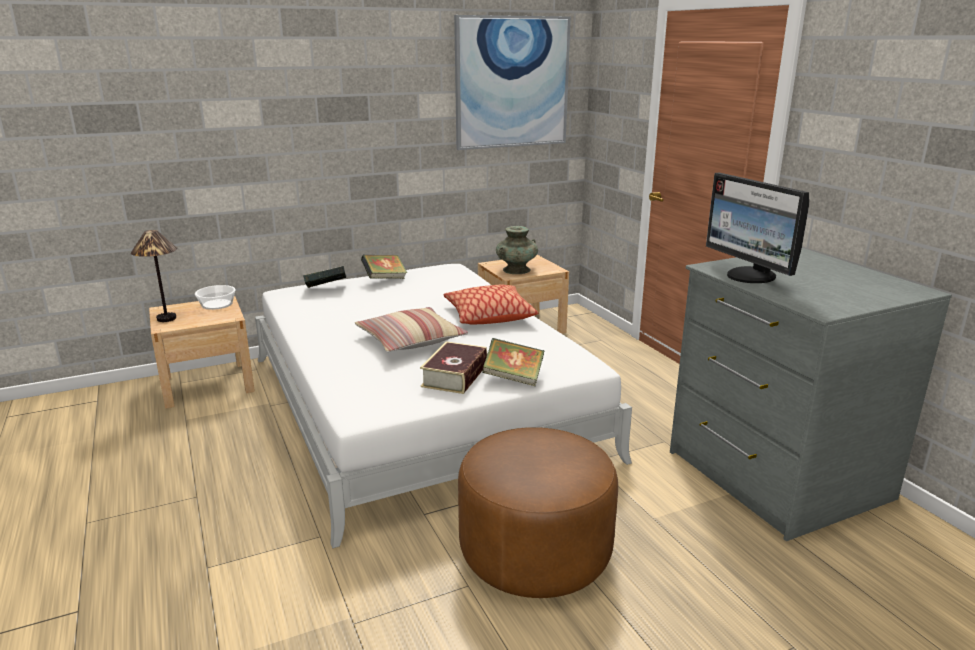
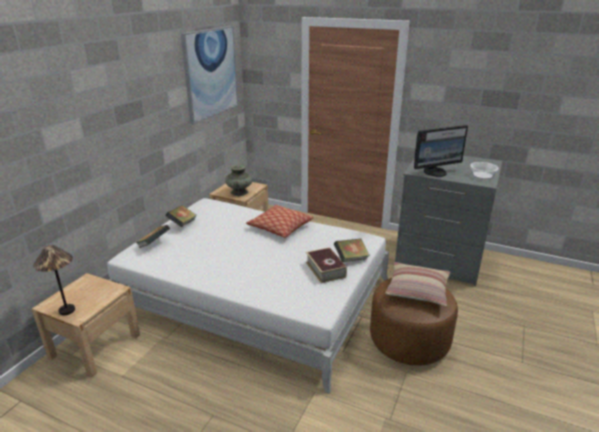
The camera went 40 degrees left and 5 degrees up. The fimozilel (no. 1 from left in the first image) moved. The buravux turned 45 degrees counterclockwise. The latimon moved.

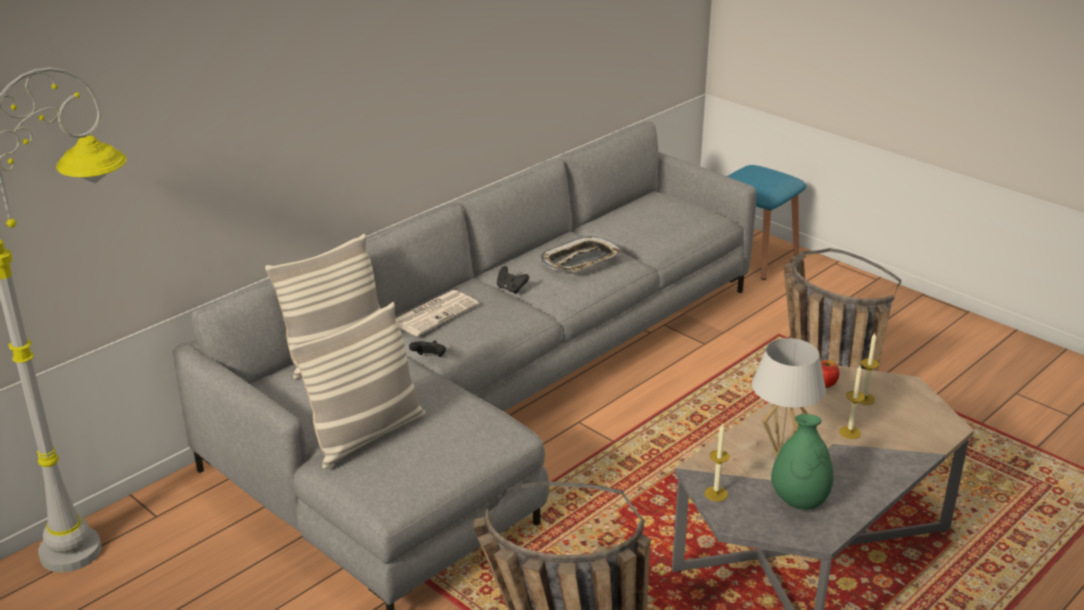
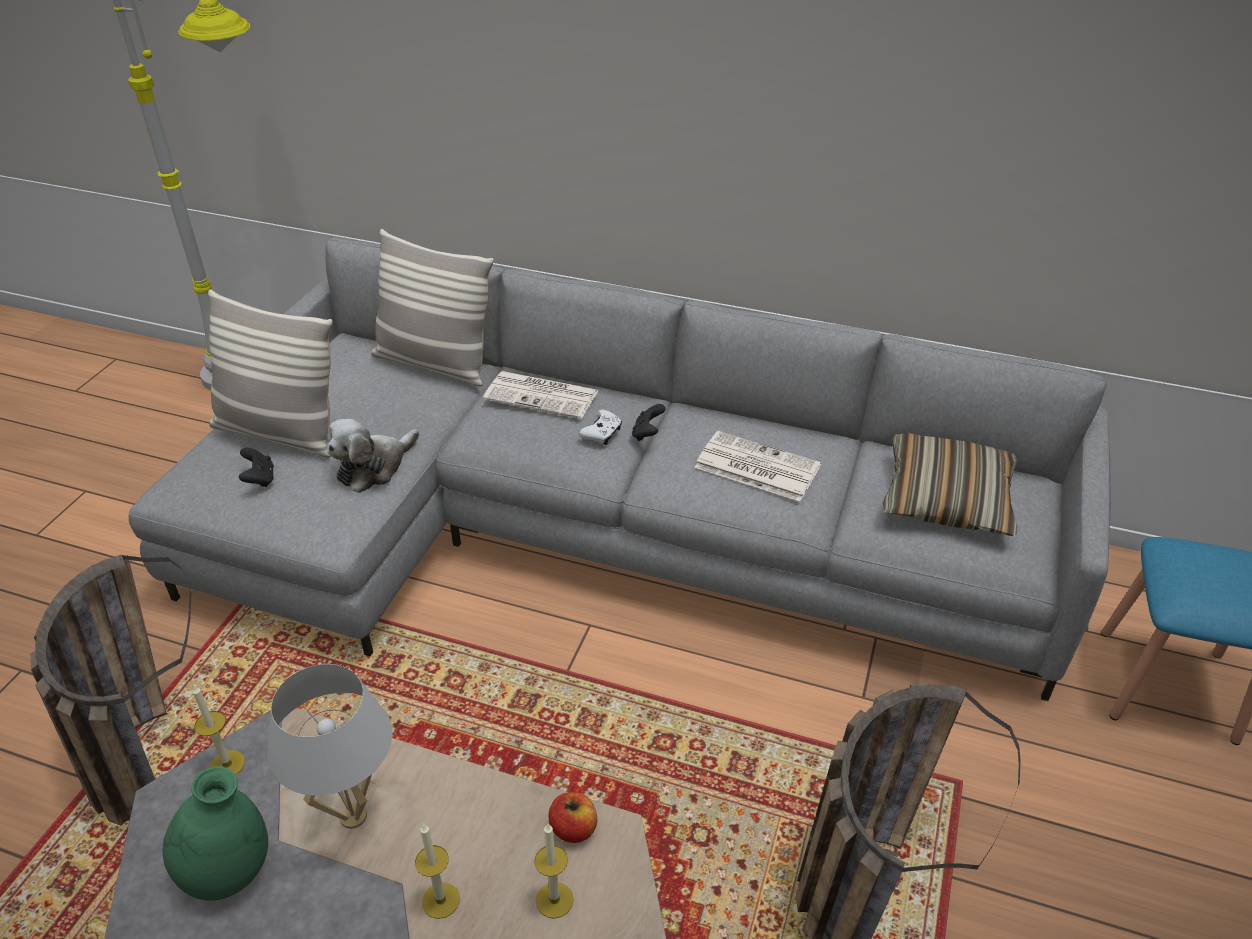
The camera went 65 degrees right and 10 degrees up. The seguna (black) (no. 1 from left) moved. The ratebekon appeared. The seguna (white) appeared. The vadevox was replaced by the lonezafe (no. 2 from left). The fimozilel (no. 3 from left) appeared.

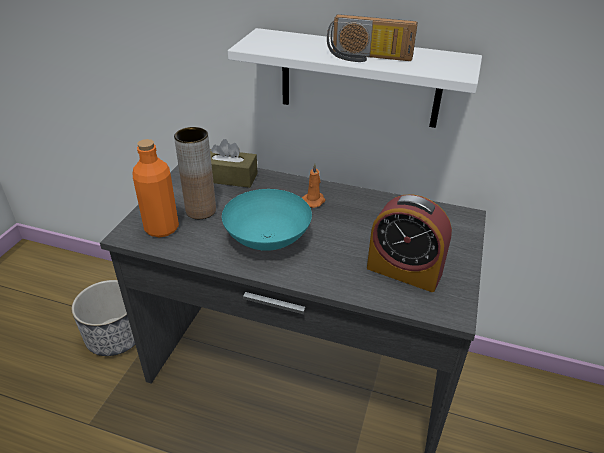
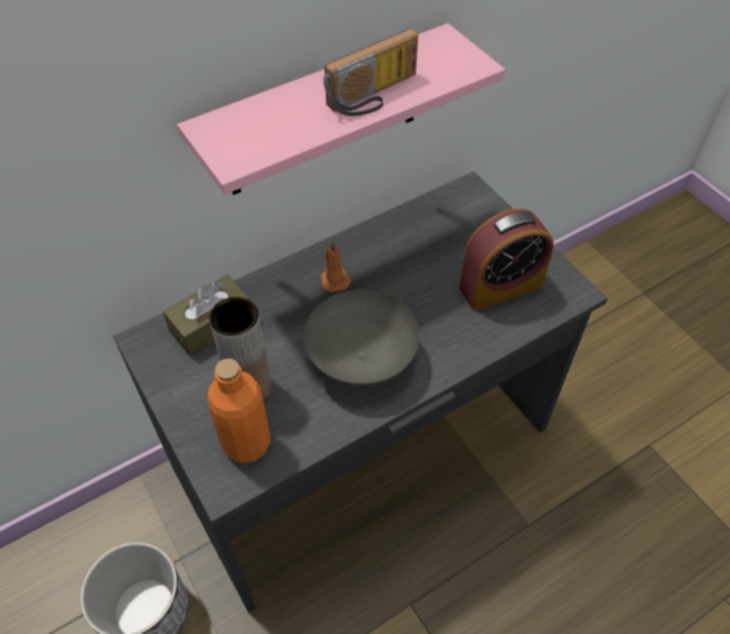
The camera went 50 degrees left and 15 degrees up. The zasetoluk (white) became the zasetoluk (pink). The latimon (turquoise) became the latimon (grey).

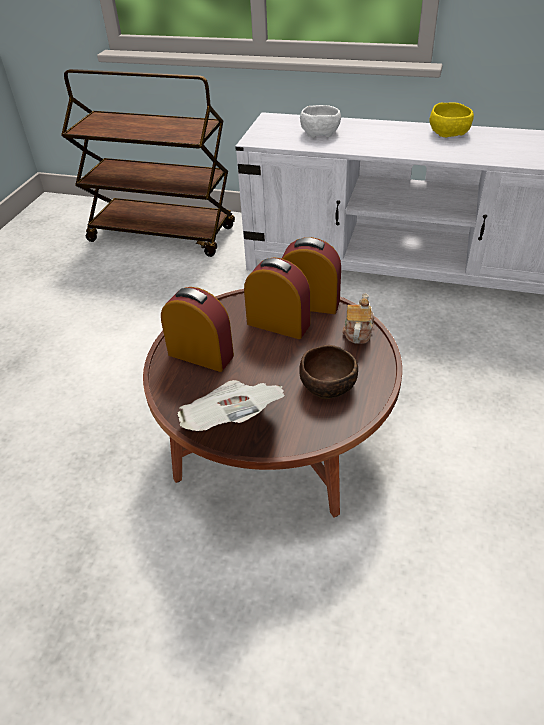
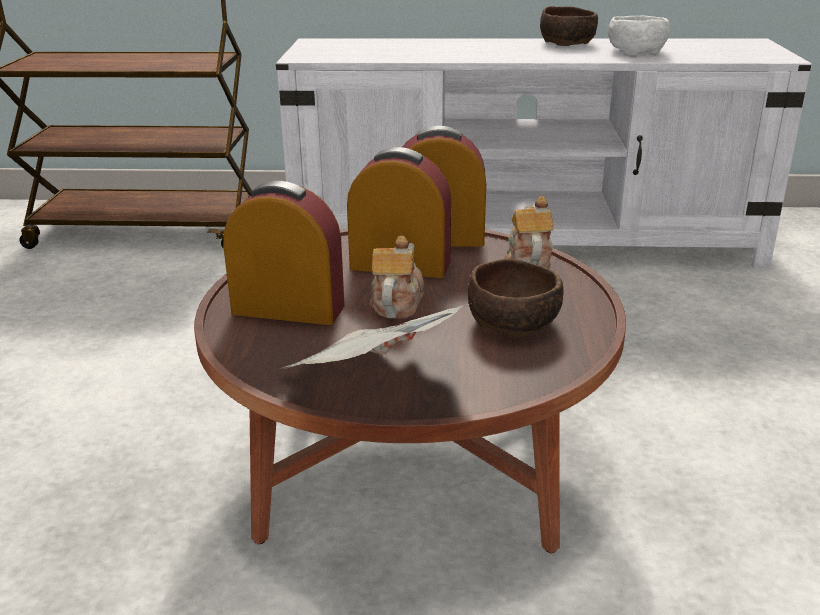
The camera went 15 degrees left and 15 degrees down. The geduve (no. 1 from left) appeared. The latimon (yellow) became the latimon (brown) (no. 2 from left). The latimon (white) moved.

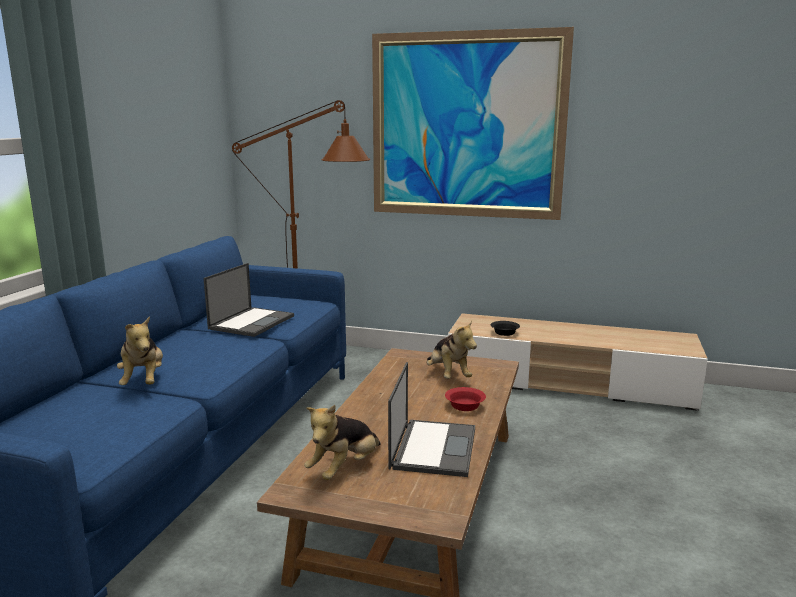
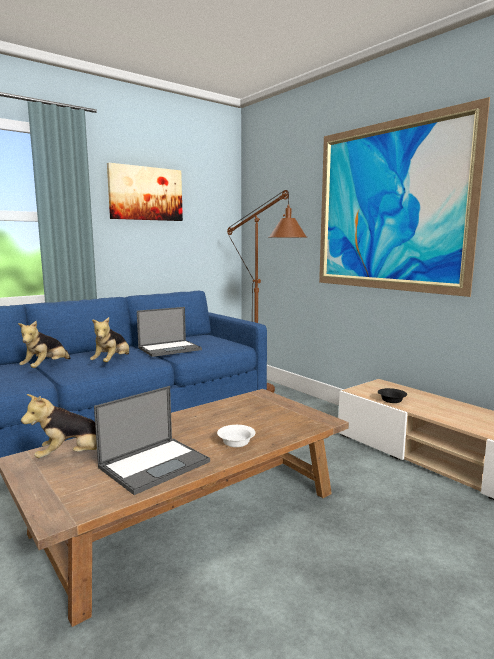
The camera went 35 degrees right and 5 degrees down. The ratebekon (no. 3 from left) moved. The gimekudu (no. 1 from left) appeared. The latimon (red) became the latimon (white).

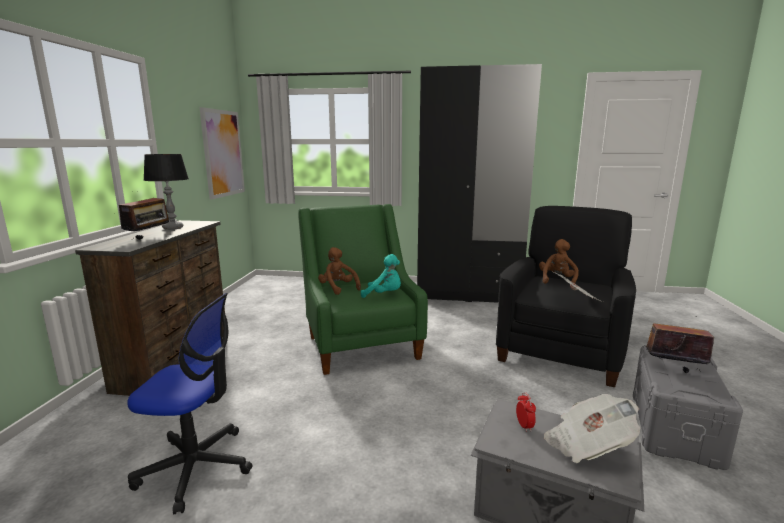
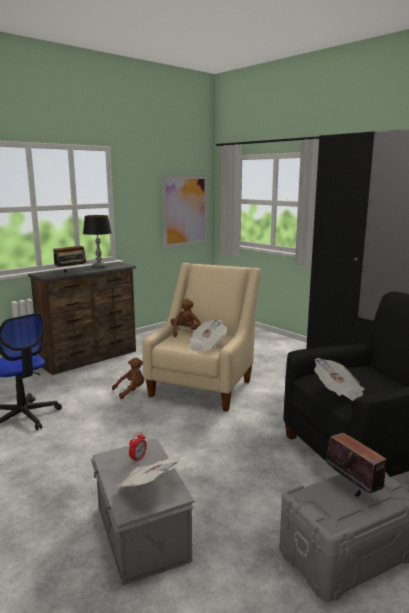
The camera went 40 degrees right and 0 degrees up. The ratebekon (brown) (no. 2 from left in the first image) moved. The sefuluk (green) became the sefuluk (beige). The ratebekon (turquoise) was replaced by the lonezafe (no. 2 from left).

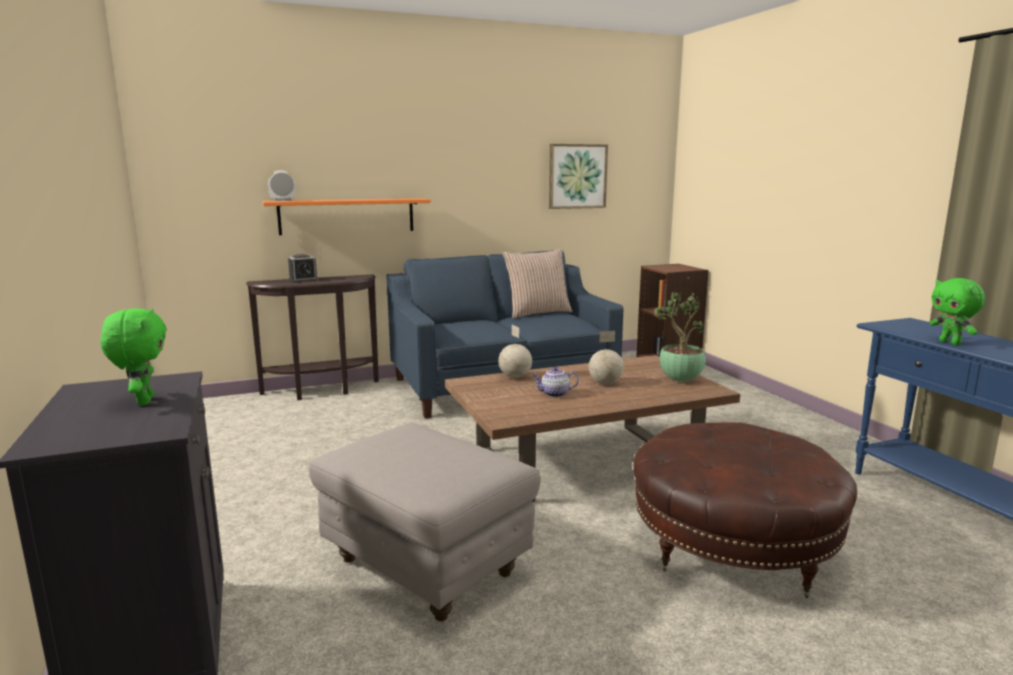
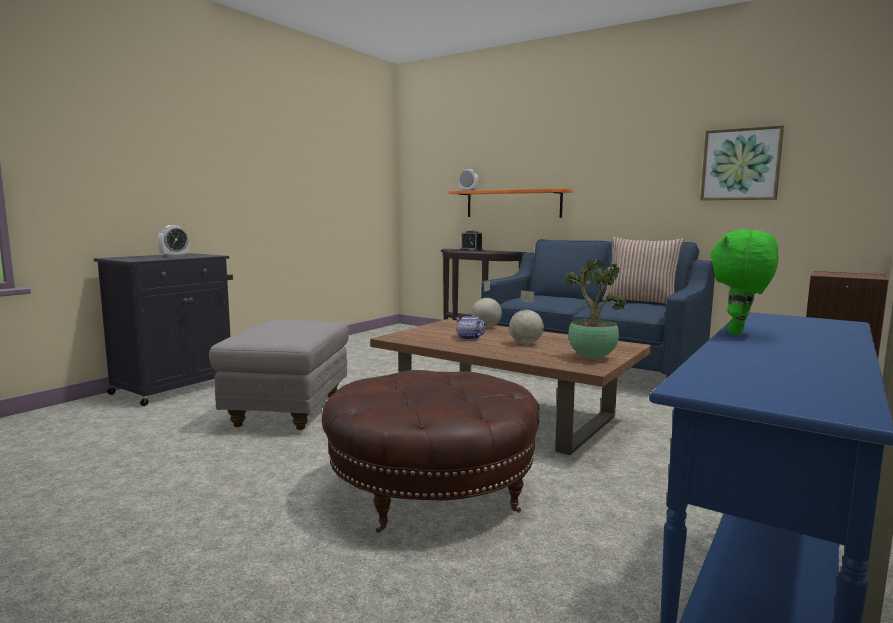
The camera went 55 degrees right and 5 degrees down. The ratebekon (green) (no. 1 from left) was replaced by the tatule (no. 1 from left).

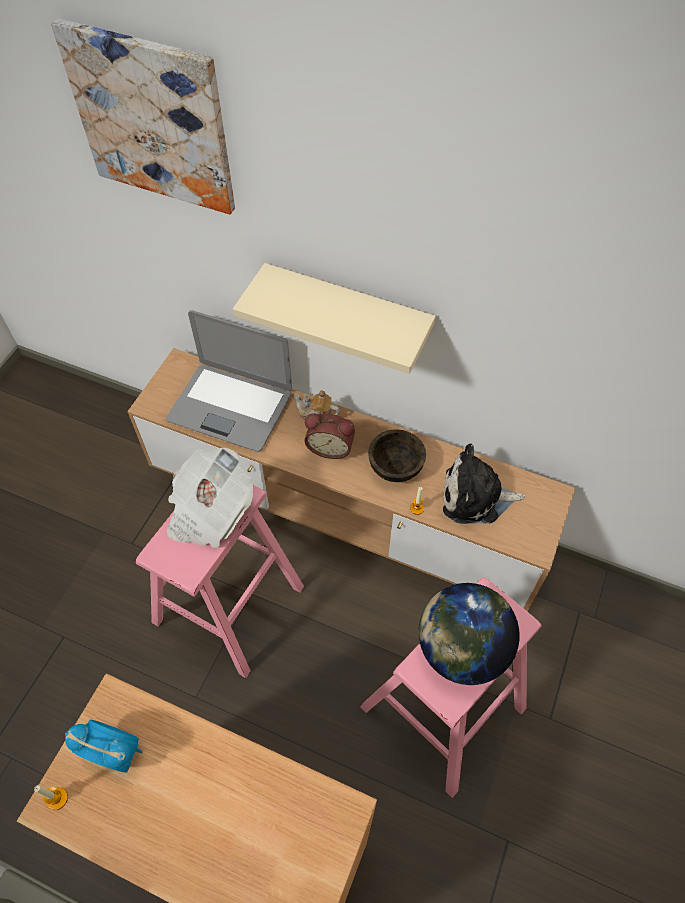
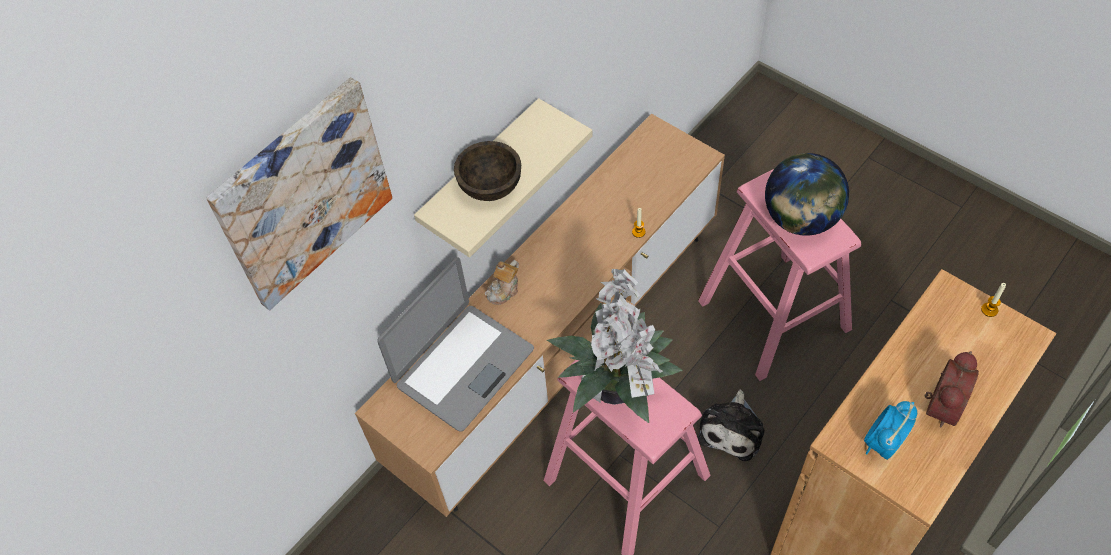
The camera went 70 degrees left and 0 degrees up. The latimon (brown) moved. The lonezafe was replaced by the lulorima. The ratebekon moved. The tatule (no. 2 from left) moved. The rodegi (no. 1 from left in the first image) moved.

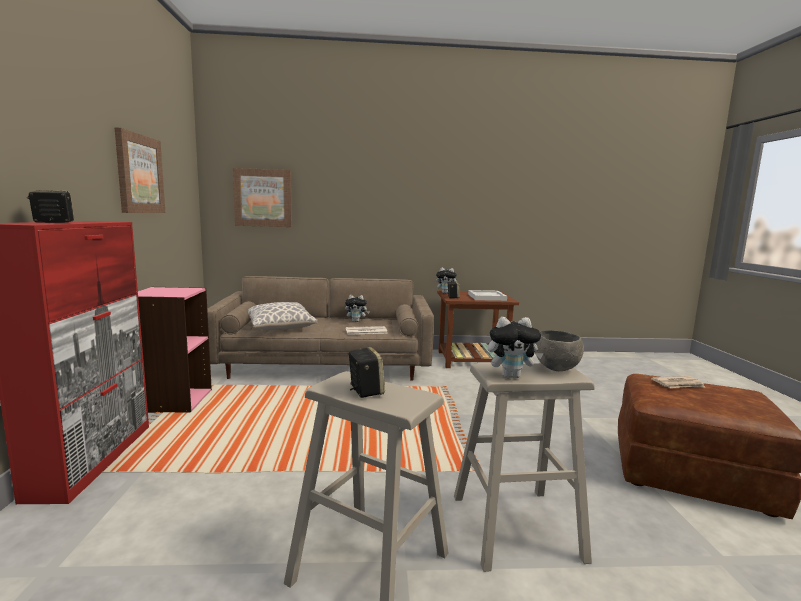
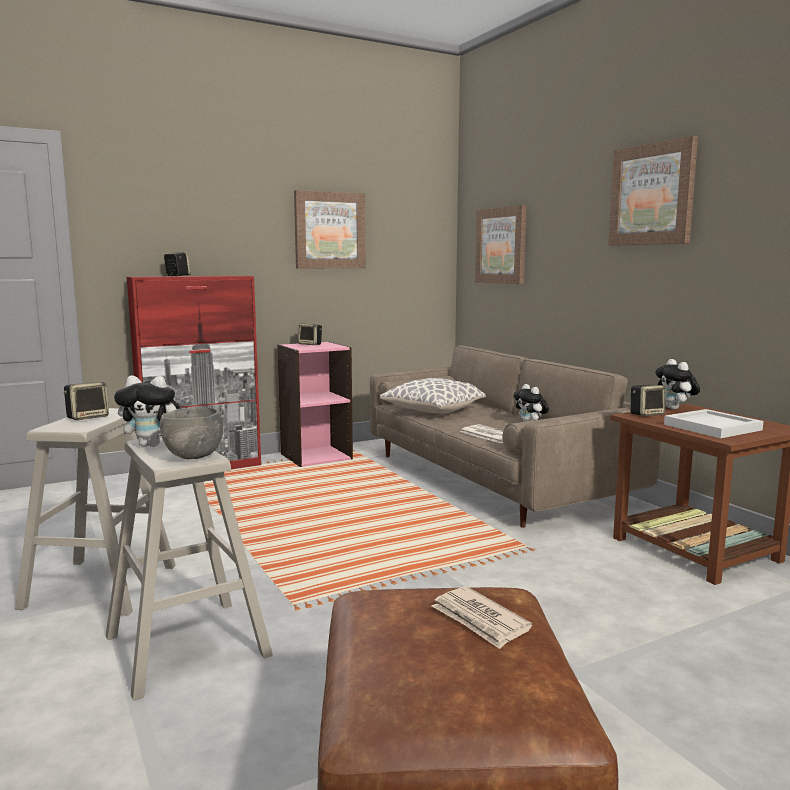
The camera went 65 degrees right and 0 degrees up. The ratebekon (no. 3 from left in the first image) turned 60 degrees counterclockwise. The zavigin (no. 3 from left) appeared. The gimekudu (no. 3 from left) appeared.

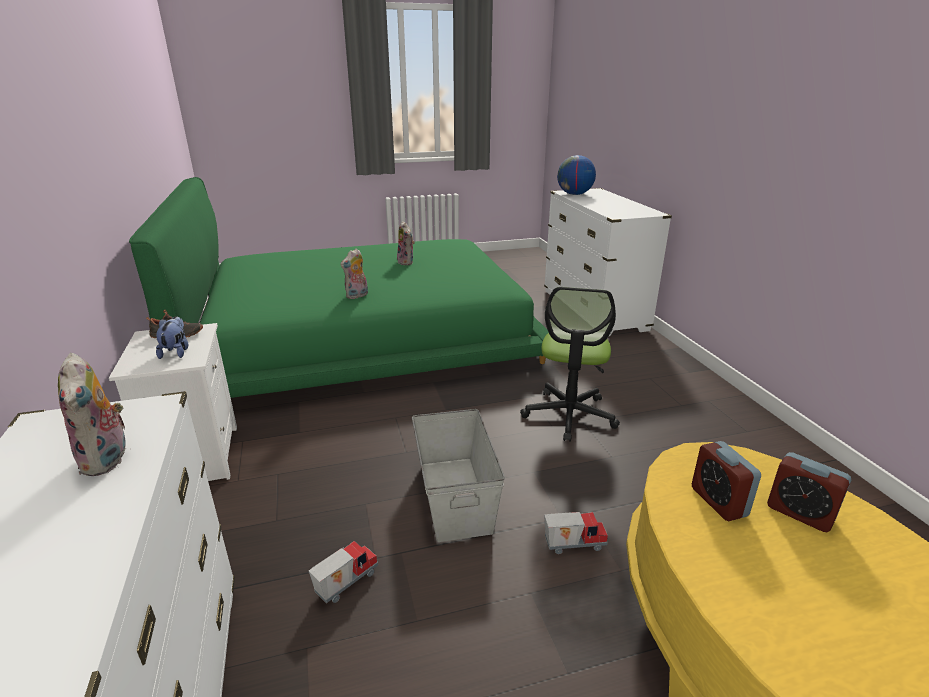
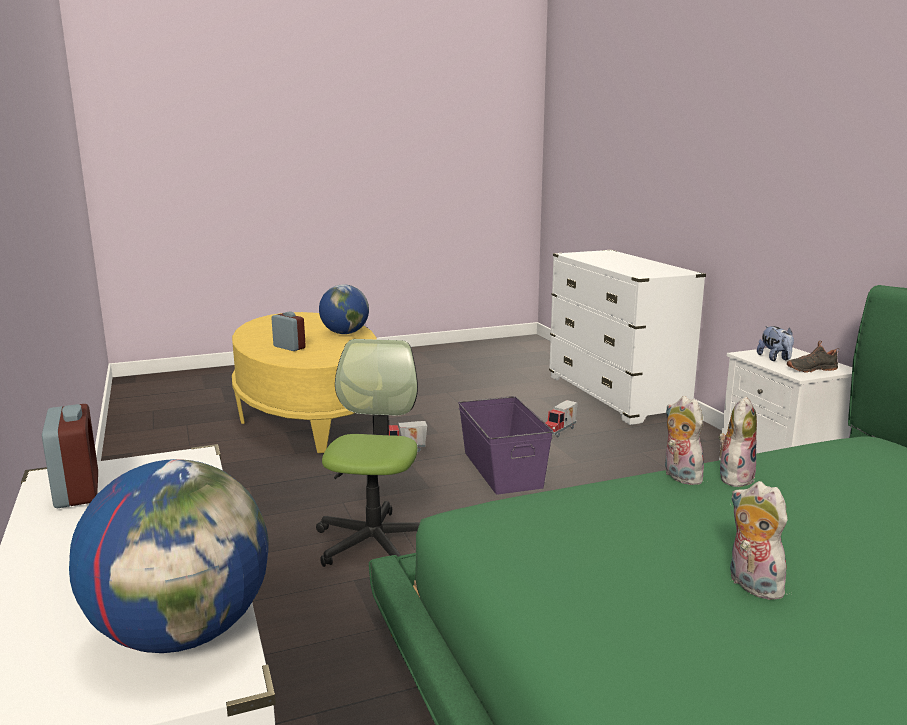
The camera went 175 degrees right and 10 degrees down. The tatule (no. 1 from left) moved. The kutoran (no. 2 from left) appeared. The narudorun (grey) became the narudorun (purple). The ratebekon (no. 1 from left) moved.

